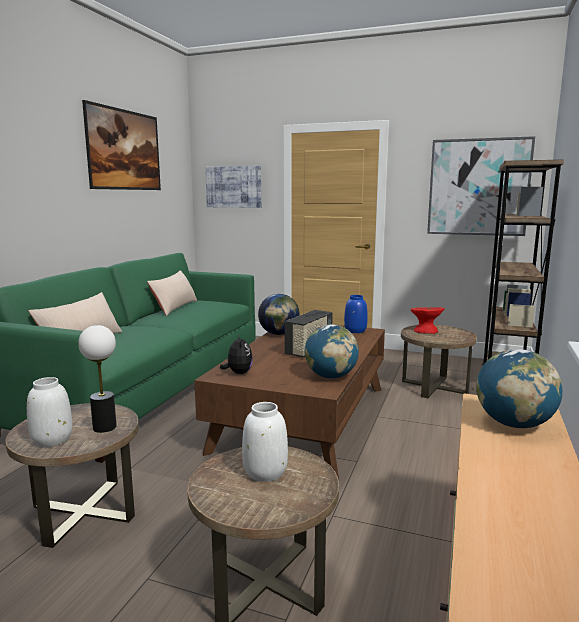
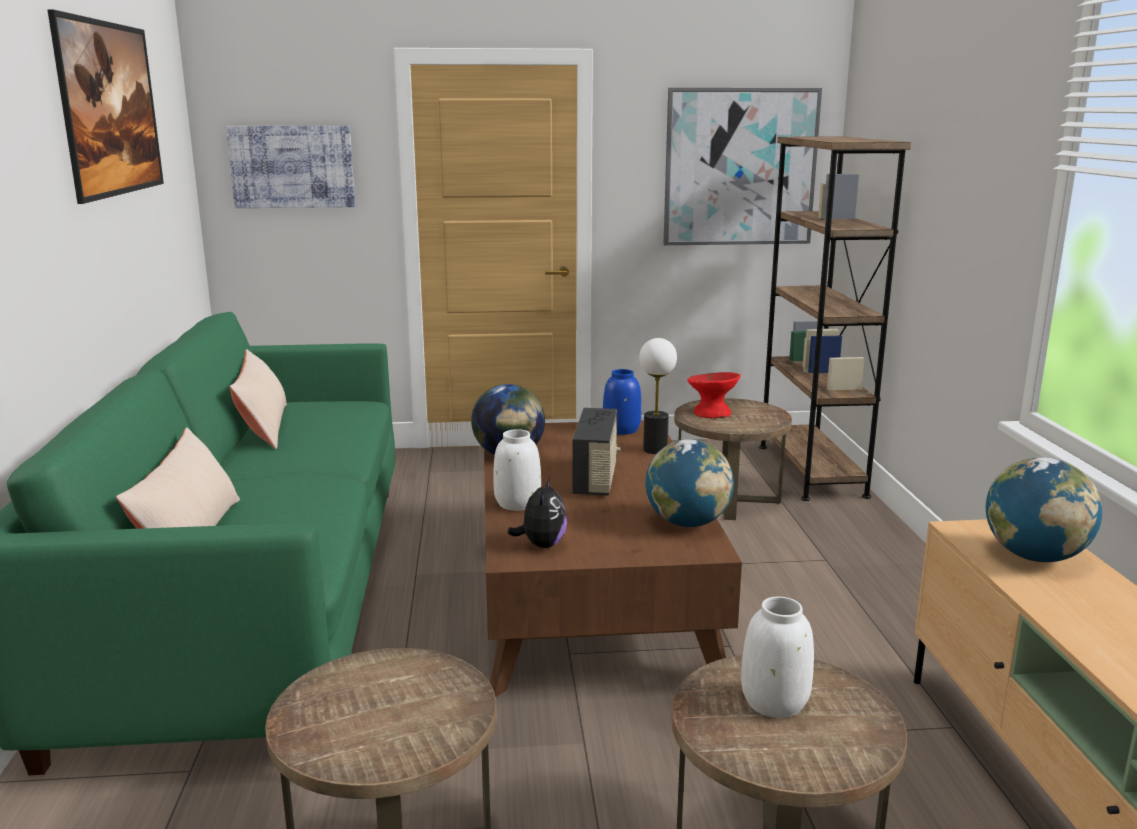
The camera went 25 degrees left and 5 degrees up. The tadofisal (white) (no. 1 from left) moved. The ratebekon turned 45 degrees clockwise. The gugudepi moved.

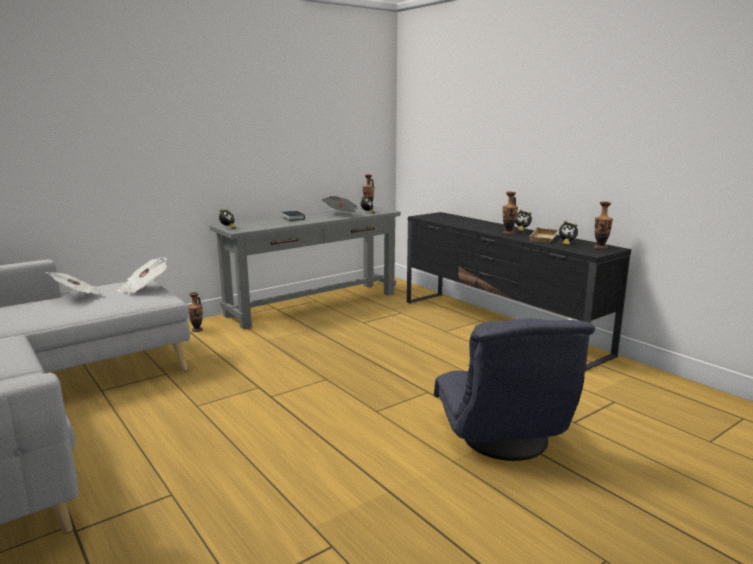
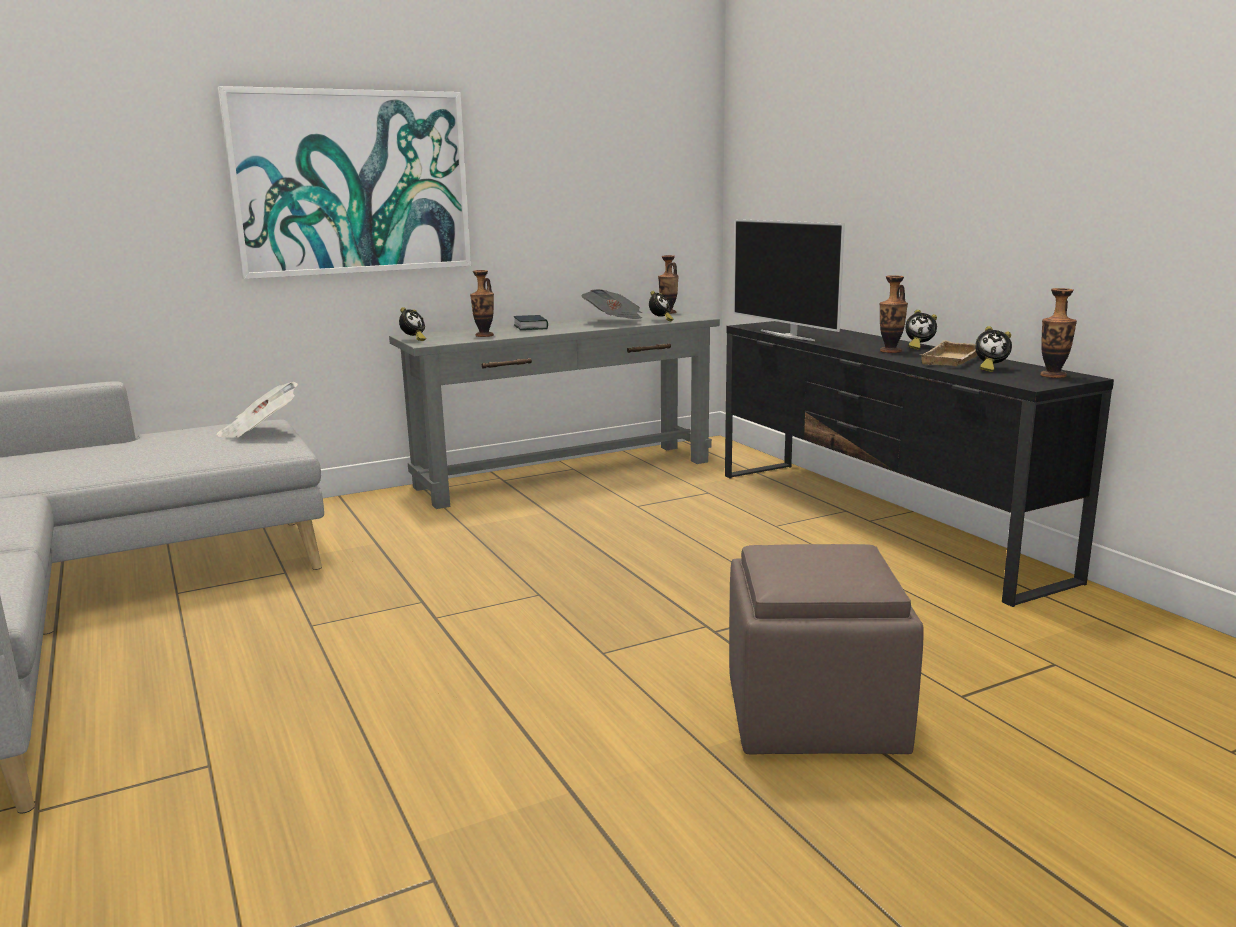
The camera went 10 degrees right and 0 degrees up. The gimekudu appeared. The tadofisal (no. 1 from left) moved. The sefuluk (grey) was replaced by the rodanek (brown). The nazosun appeared. The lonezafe (no. 1 from left) disappeared.

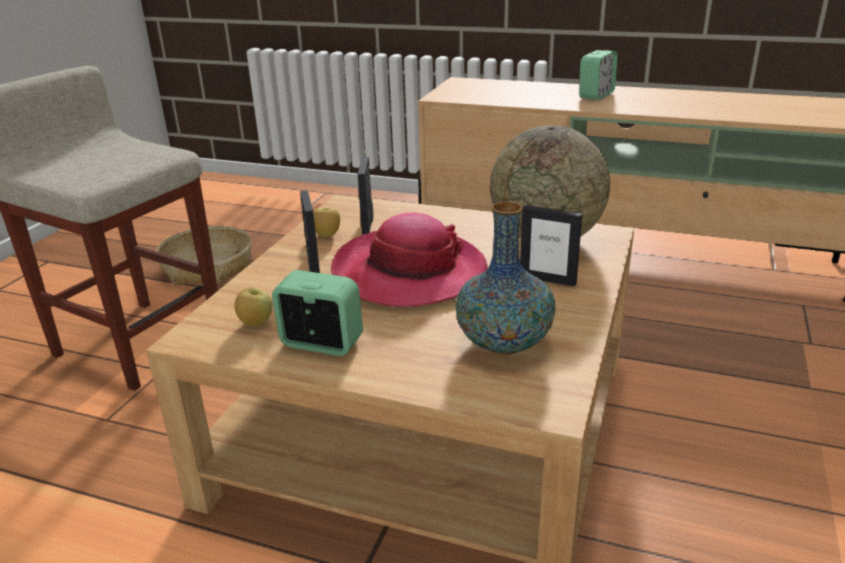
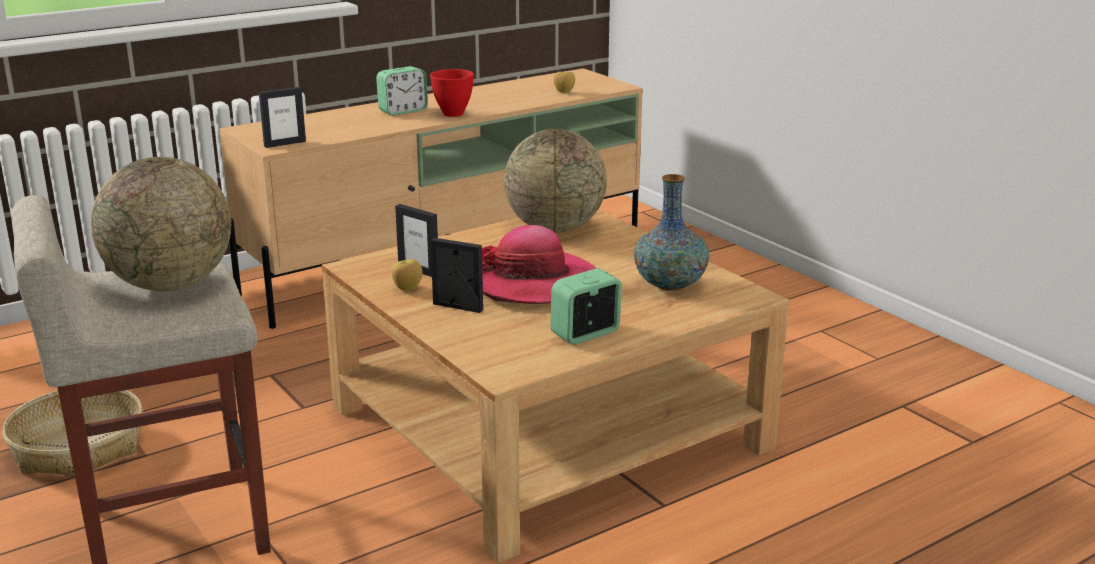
The camera went 55 degrees left and 5 degrees down. The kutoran (no. 1 from left) appeared. The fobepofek (no. 3 from left in the first image) moved. The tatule (no. 2 from left in the first image) turned 75 degrees clockwise. The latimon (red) appeared. The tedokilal (no. 1 from left in the first image) moved.

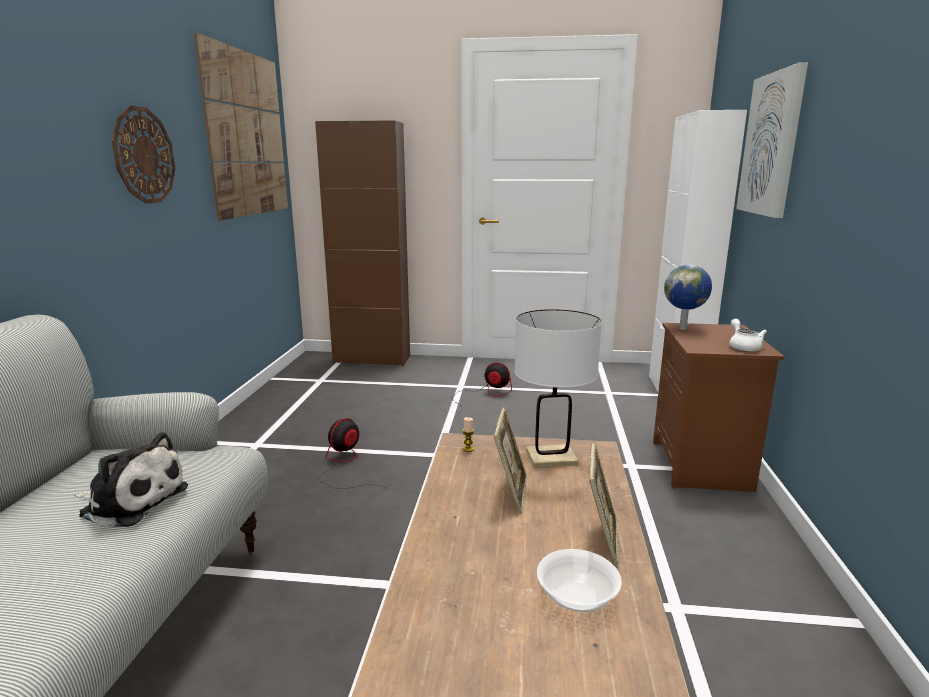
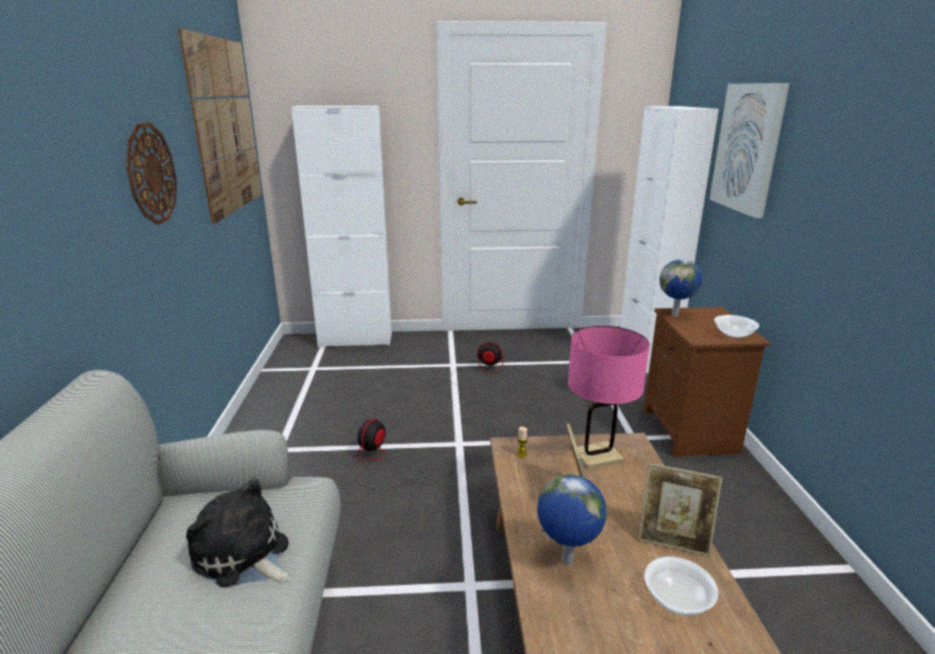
The camera went 10 degrees left and 5 degrees up. The ratebekon turned 150 degrees counterclockwise. The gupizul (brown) became the gupizul (white) (no. 1 from left). The kutoran (no. 1 from left) appeared. The gugudepi (white) became the gugudepi (pink). The fobepofek (no. 2 from left) turned 105 degrees clockwise. The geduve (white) was replaced by the latimon (no. 2 from left).

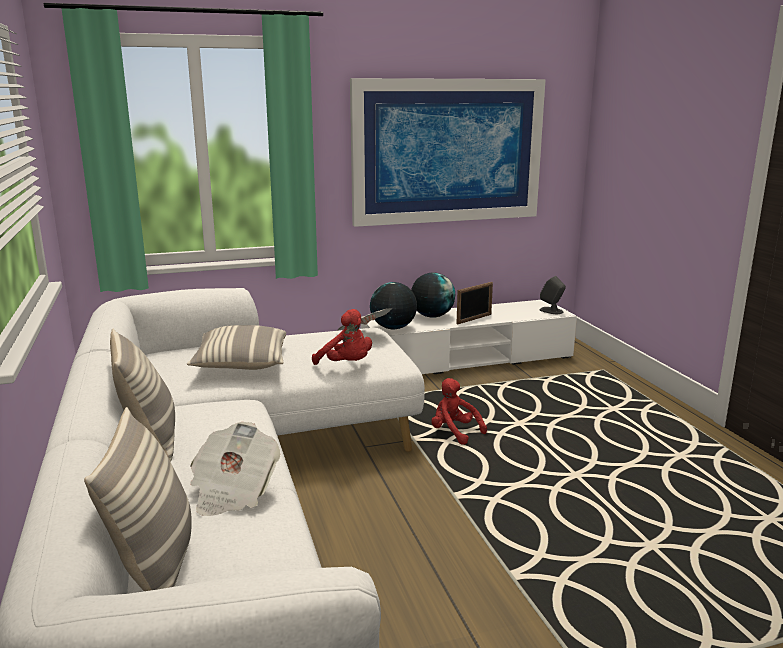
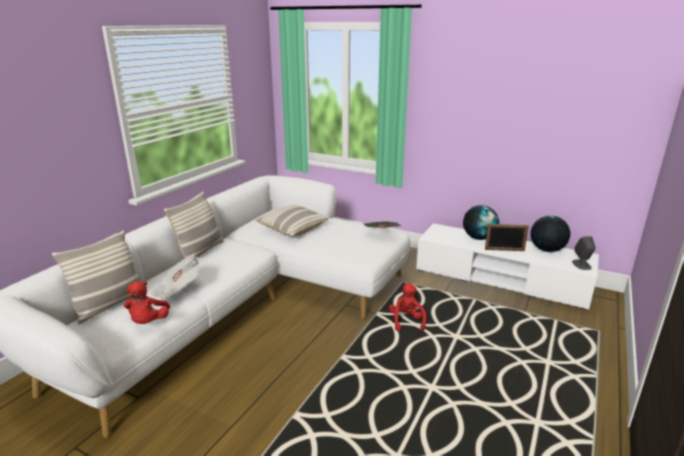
The camera went 45 degrees right and 5 degrees up. The ratebekon (red) (no. 1 from left) moved. The kutoran (no. 1 from left in the first image) moved. The gimekudu disappeared.

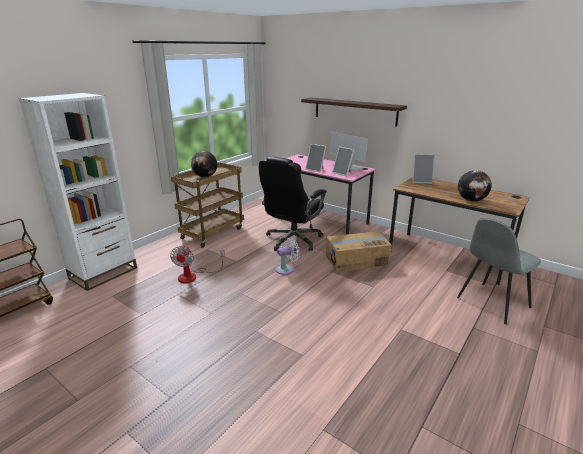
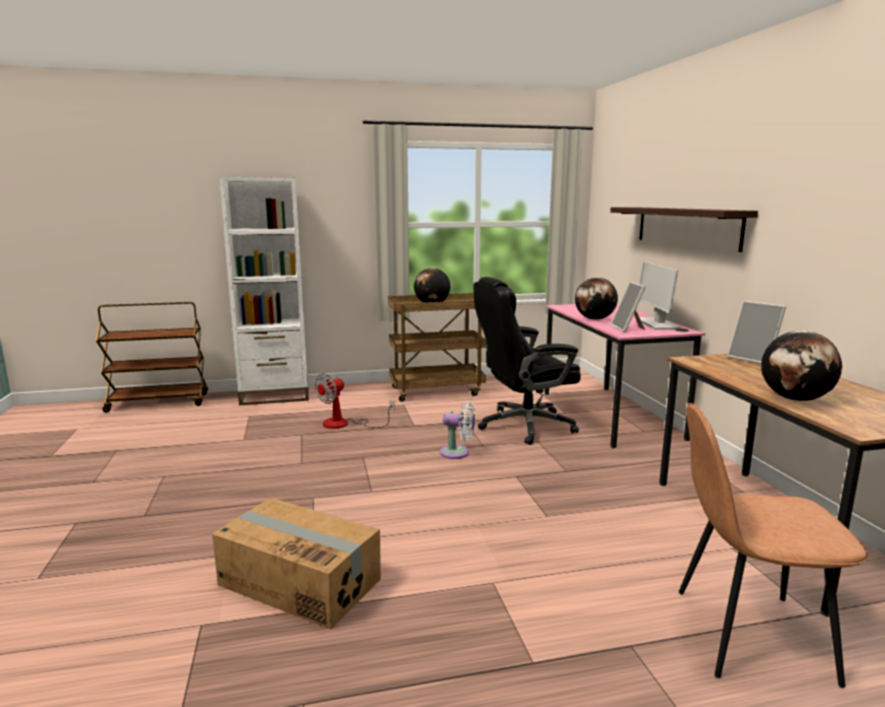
The camera went 40 degrees right and 10 degrees down. The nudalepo moved. The fobepofek (no. 1 from left) was replaced by the kutoran (no. 2 from left). The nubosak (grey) became the nubosak (brown).

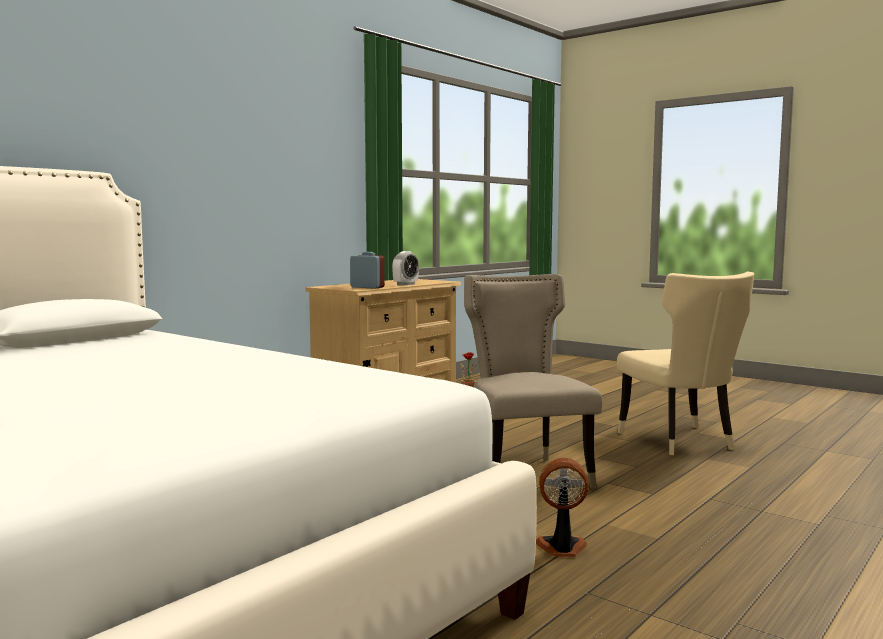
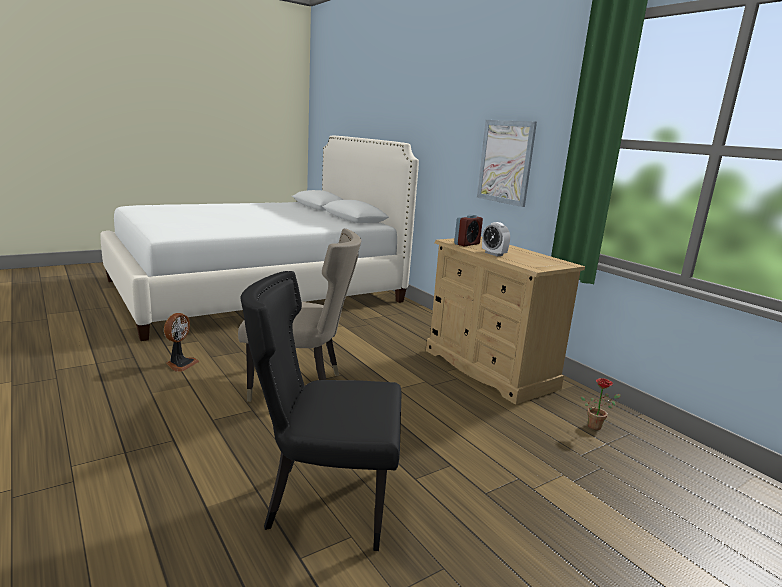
The camera went 105 degrees right and 10 degrees up. The nubosak (beige) (no. 2 from left) became the nubosak (black). The gimekudu appeared.

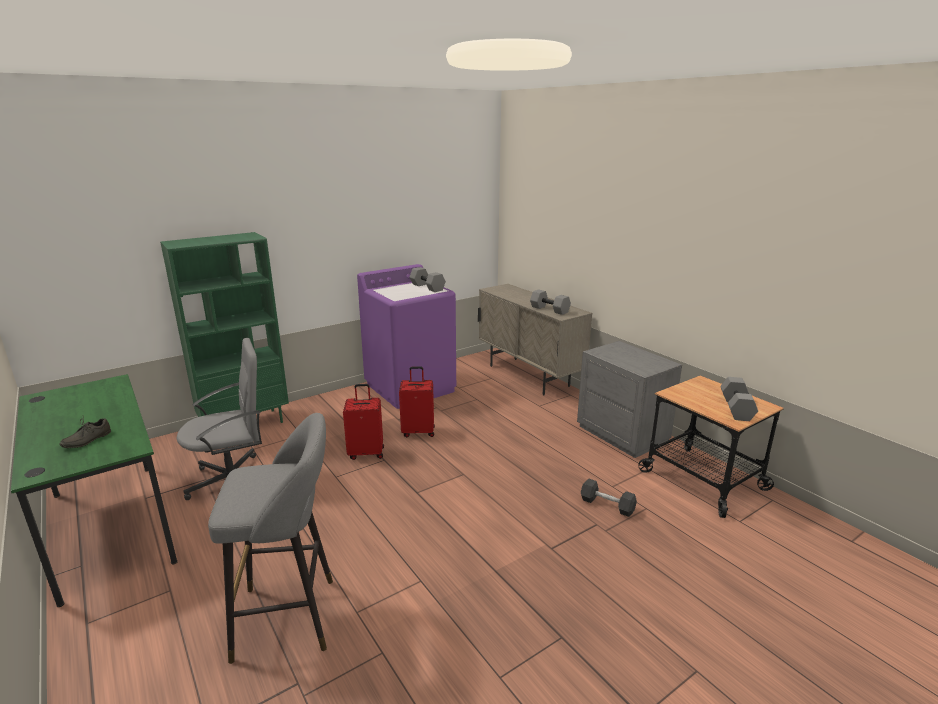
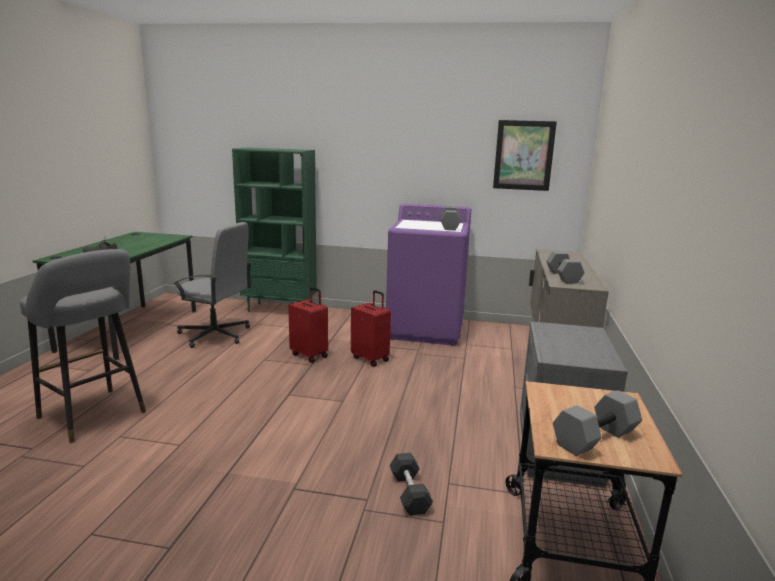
The camera went 45 degrees right and 5 degrees down. The gimekudu appeared.

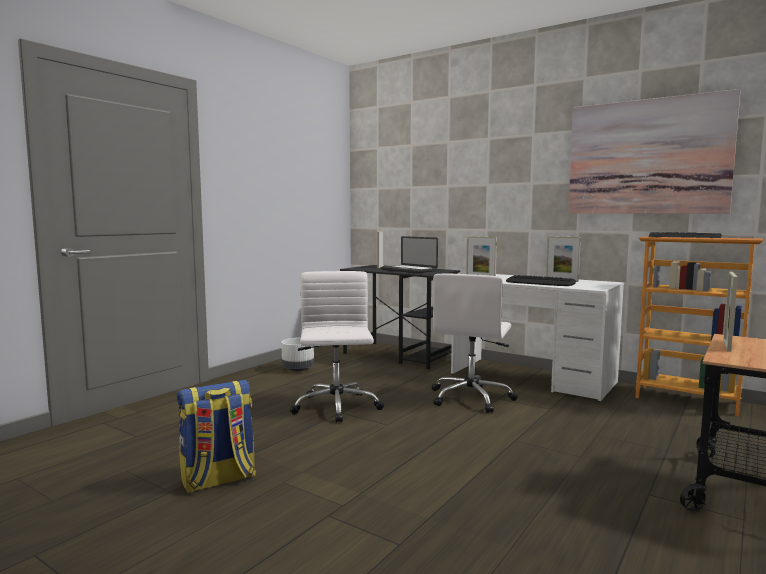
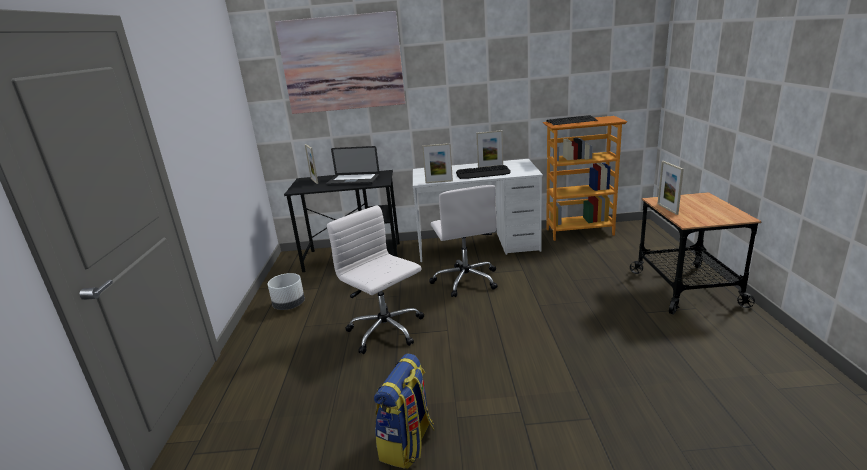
The camera went 35 degrees left and 15 degrees up. The gimekudu moved.

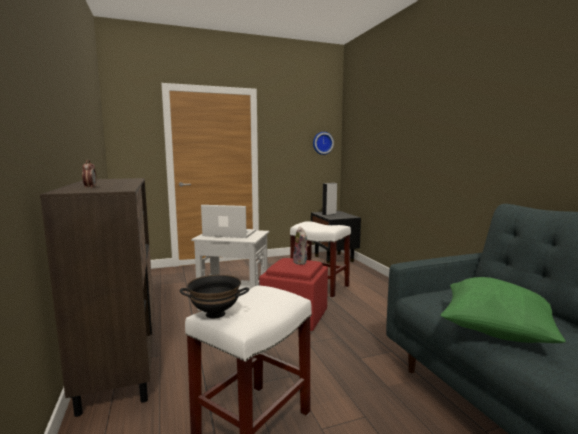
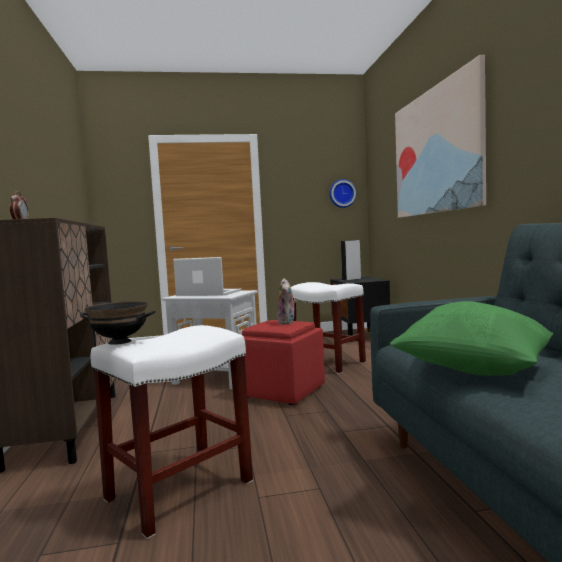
The camera went 10 degrees right and 5 degrees down. The gimekudu appeared.

